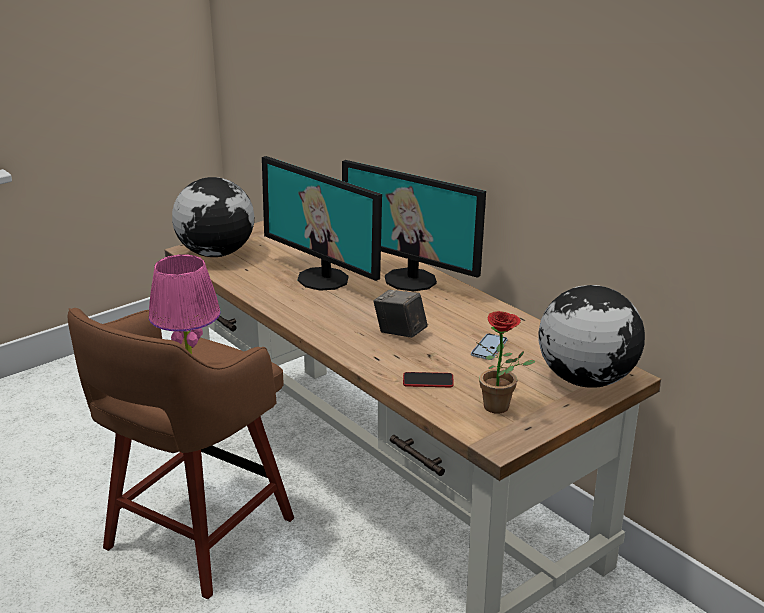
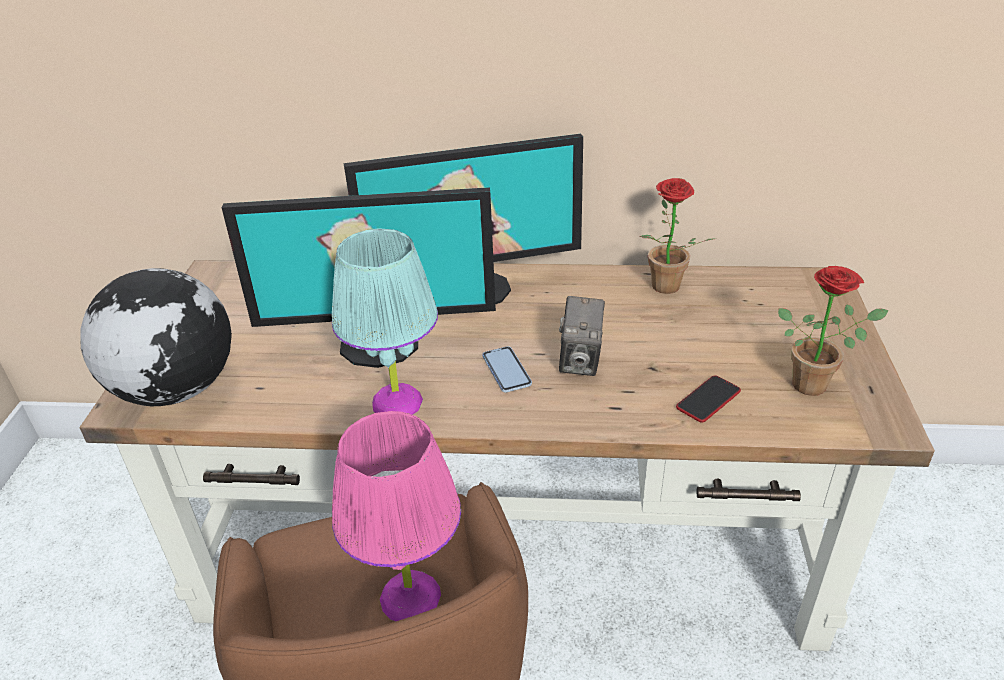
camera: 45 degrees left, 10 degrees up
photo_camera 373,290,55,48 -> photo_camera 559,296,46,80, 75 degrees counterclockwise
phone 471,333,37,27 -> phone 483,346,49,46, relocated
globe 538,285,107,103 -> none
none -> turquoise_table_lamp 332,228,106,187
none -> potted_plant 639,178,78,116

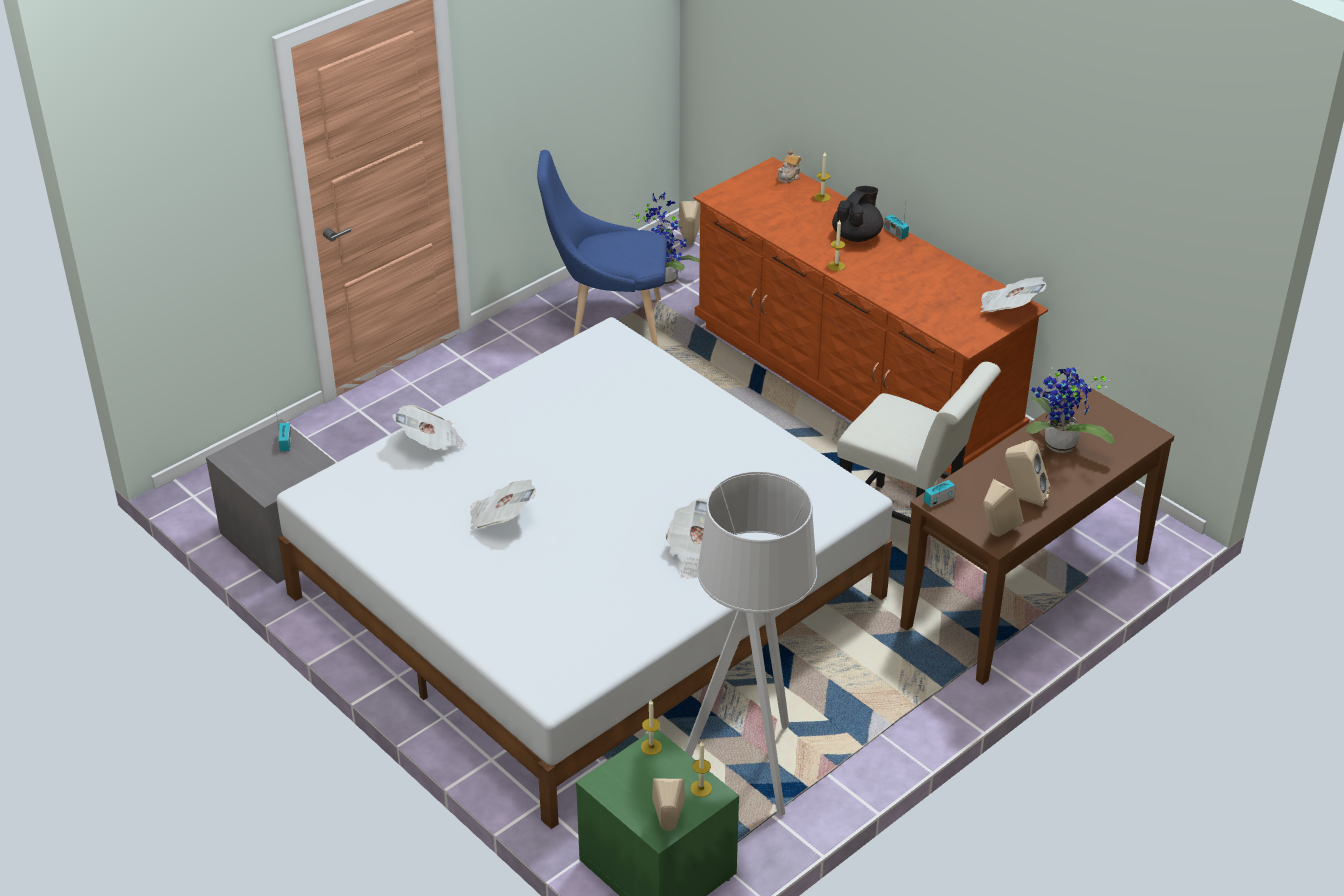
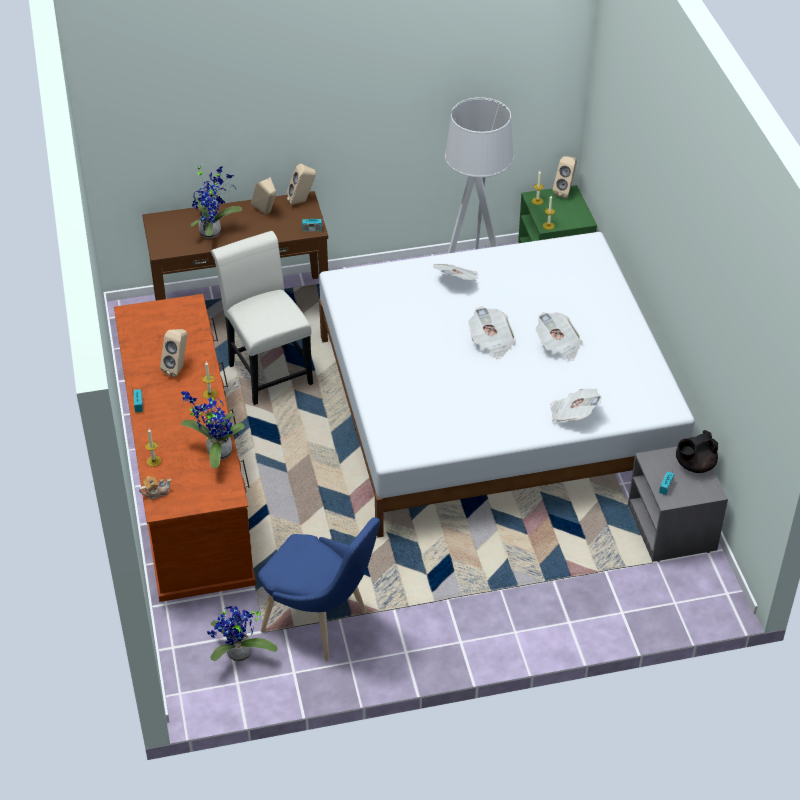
camera: 150 degrees left, 5 degrees up
beige_speaker 678,201,22,43 -> beige_speaker 160,329,27,48, relocated
black_teapot 832,186,51,56 -> black_teapot 676,430,42,43, relocated
newspaper 981,277,65,35 -> newspaper 468,307,48,52, relocated
none -> potted_plant 181,391,64,77

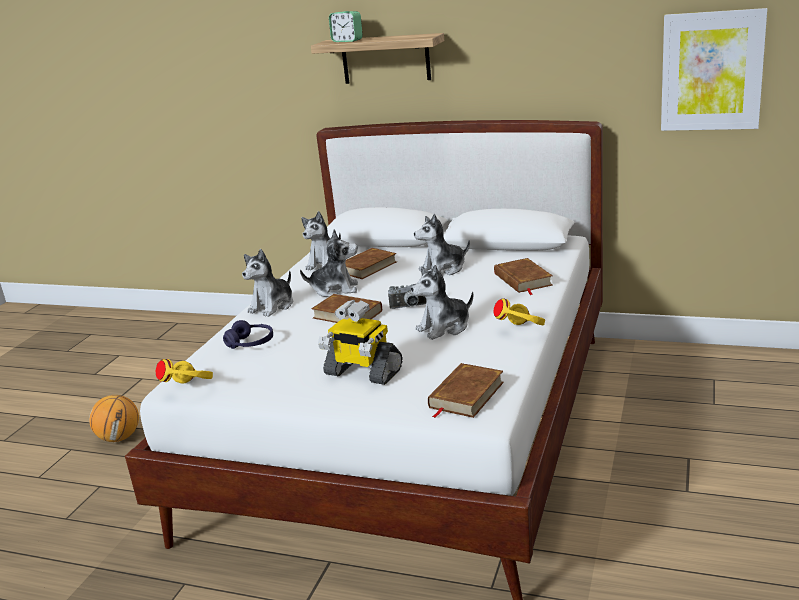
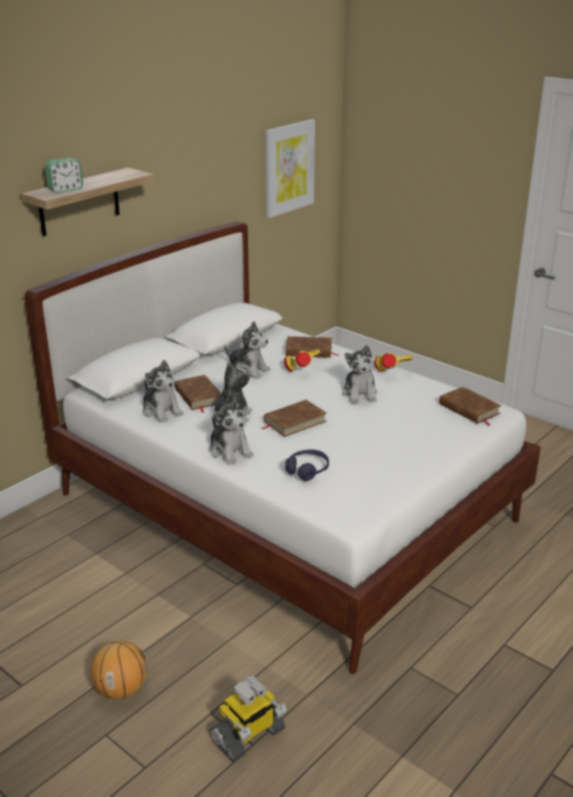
camera: 70 degrees left, 5 degrees up
yellow_headphones 156,359,57,25 -> yellow_headphones 284,349,36,22, relocated
toy_robot 318,300,85,85 -> toy_robot 210,676,77,86, relocated
photo_camera 388,284,38,25 -> none
plush_toy 414,214,56,61 -> plush_toy 224,321,46,58, 60 degrees counterclockwise

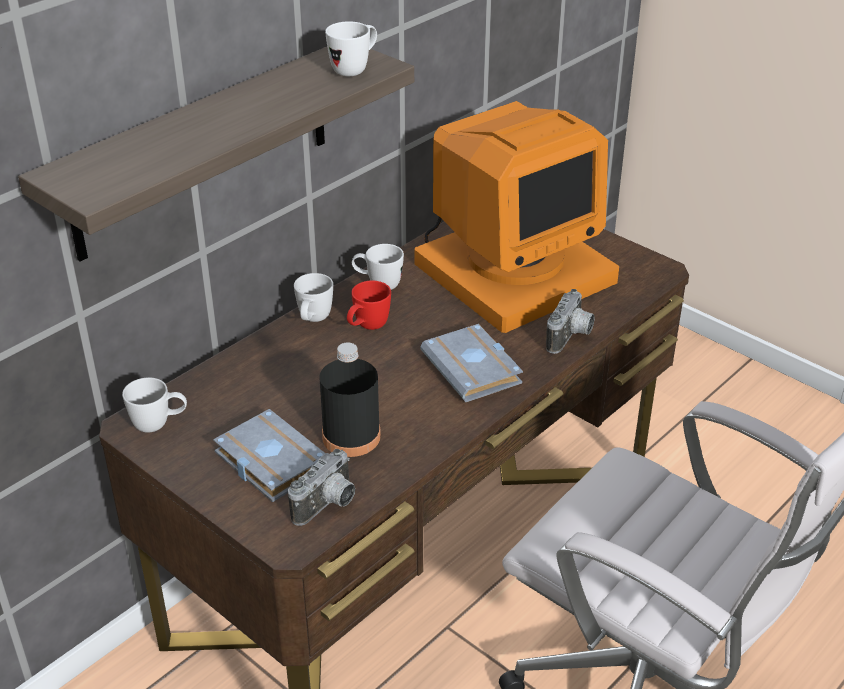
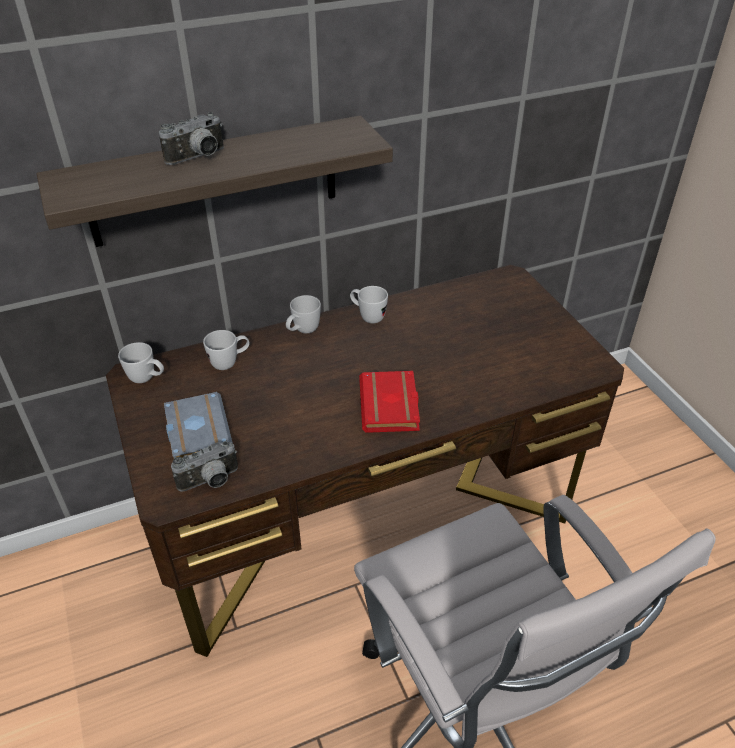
camera: 25 degrees right, 5 degrees up
black_bottle 319,343,62,114 -> none
white_mug 325,21,52,55 -> white_mug 203,330,46,40, relocated
red_mug 347,280,44,50 -> none
monitor 415,101,204,232 -> none
grey_book 420,324,103,78 -> red_book 359,371,61,62
photo_camera 546,289,49,65 -> photo_camera 159,112,65,53, relocated

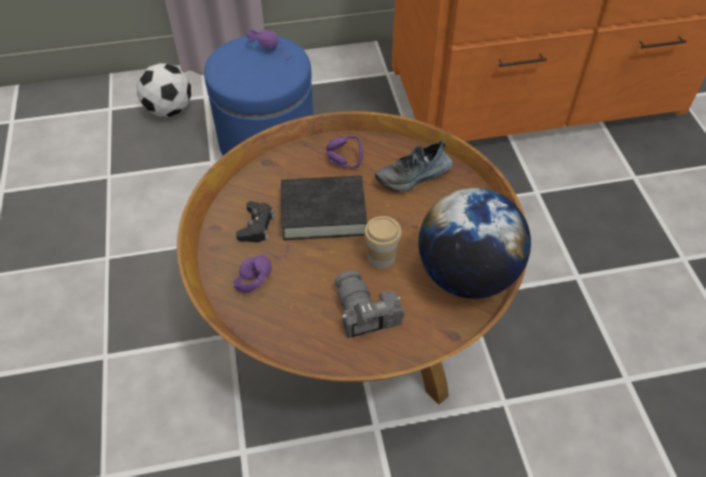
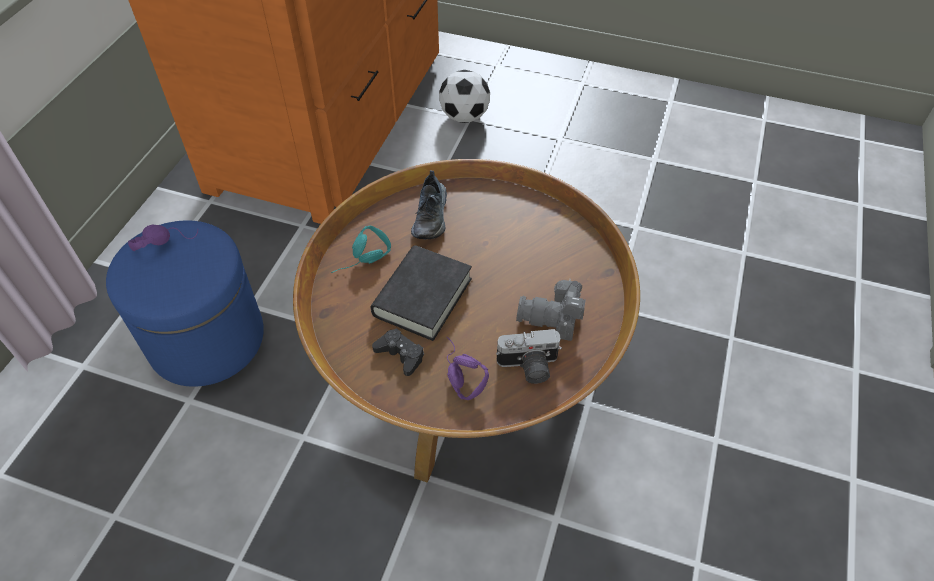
camera: 60 degrees left, 0 degrees up
football 137,63,54,54 -> football 439,70,51,53, relocated
purple_headphones 303,135,60,34 -> turquoise_headphones 331,226,60,47
cup 364,216,38,53 -> none
globe 418,188,113,111 -> none
none -> photo_camera 496,329,66,55

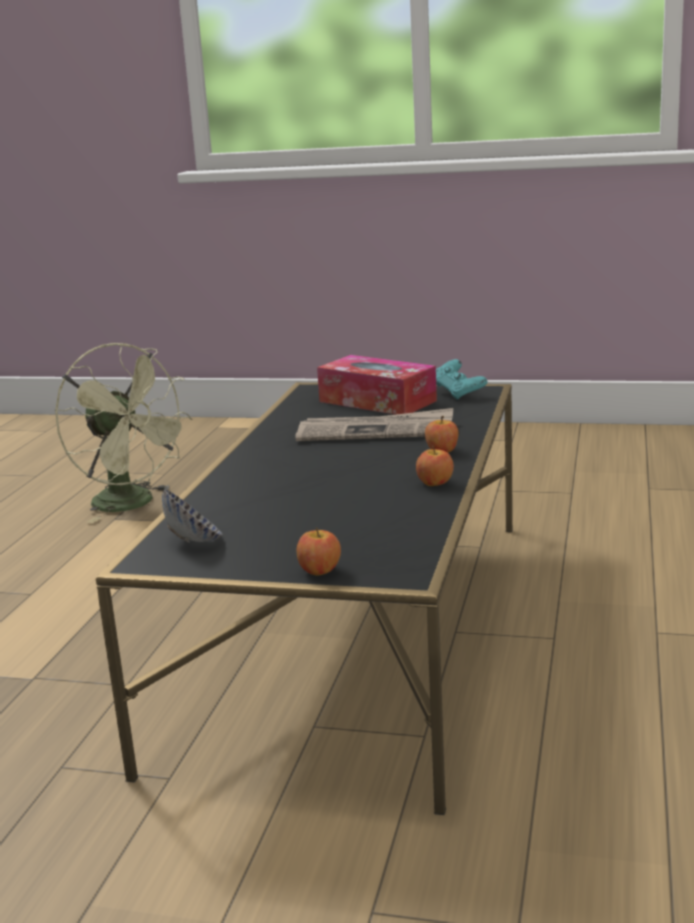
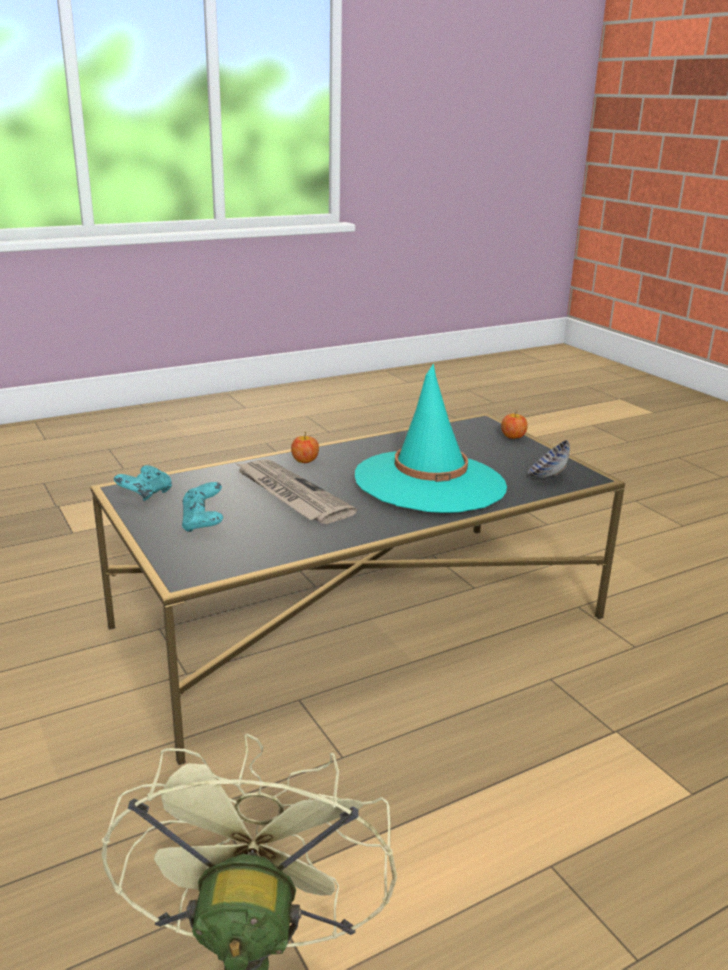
camera: 135 degrees left, 5 degrees up
tissue_box 317,355,120,60 -> turquoise_game_controller 182,482,41,50
apple 416,446,38,40 -> none
none -> turquoise_hat 355,363,152,150

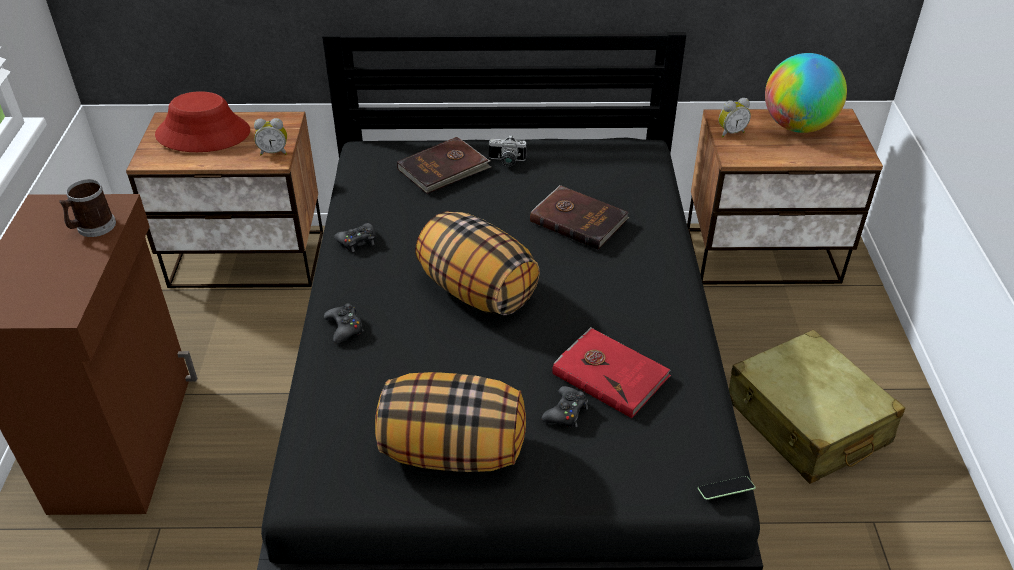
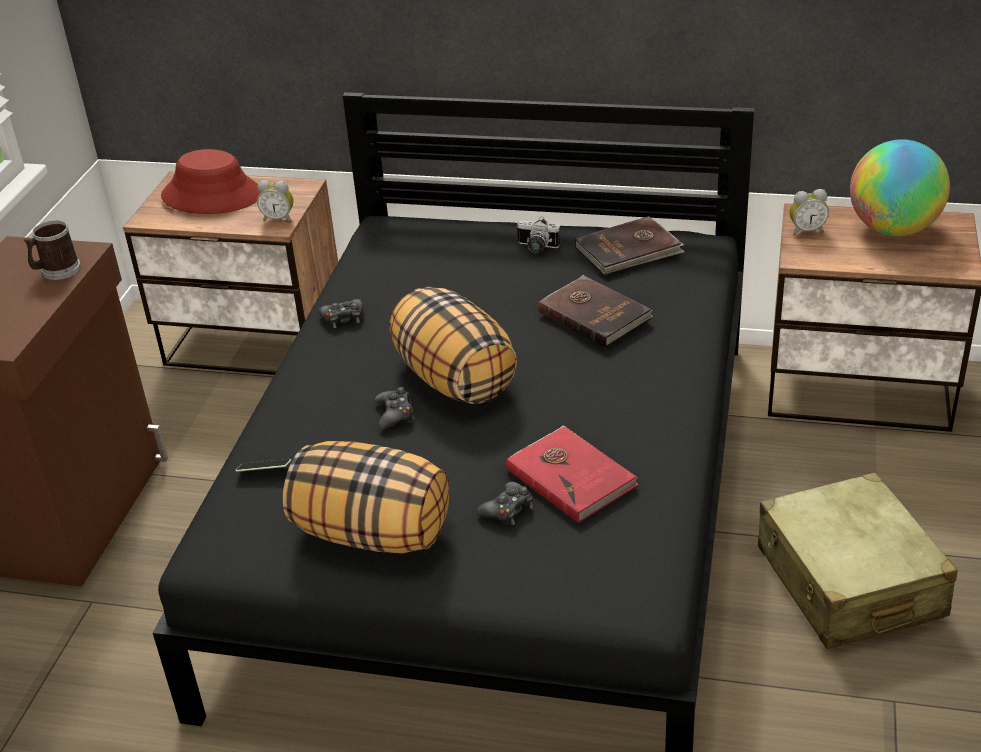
camera: 15 degrees right, 5 degrees down
black_game_controller 324,303,40,41 -> black_game_controller 375,387,40,42, relocated
brown_book 397,137,94,57 -> brown_book 575,216,109,60, relocated
phone 698,476,58,24 -> phone 235,459,56,13, relocated

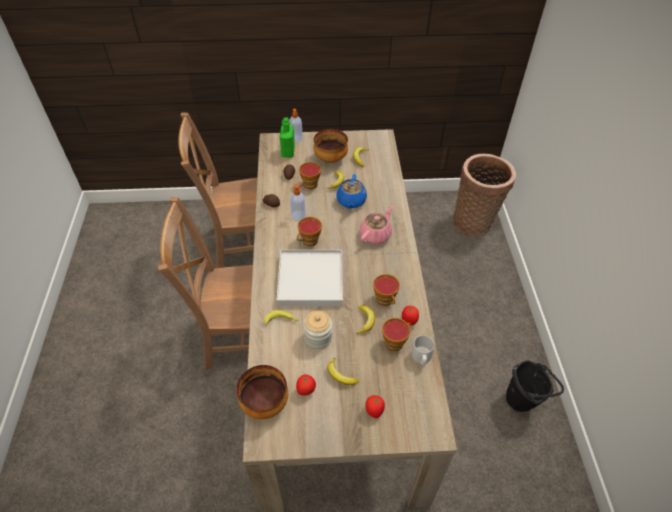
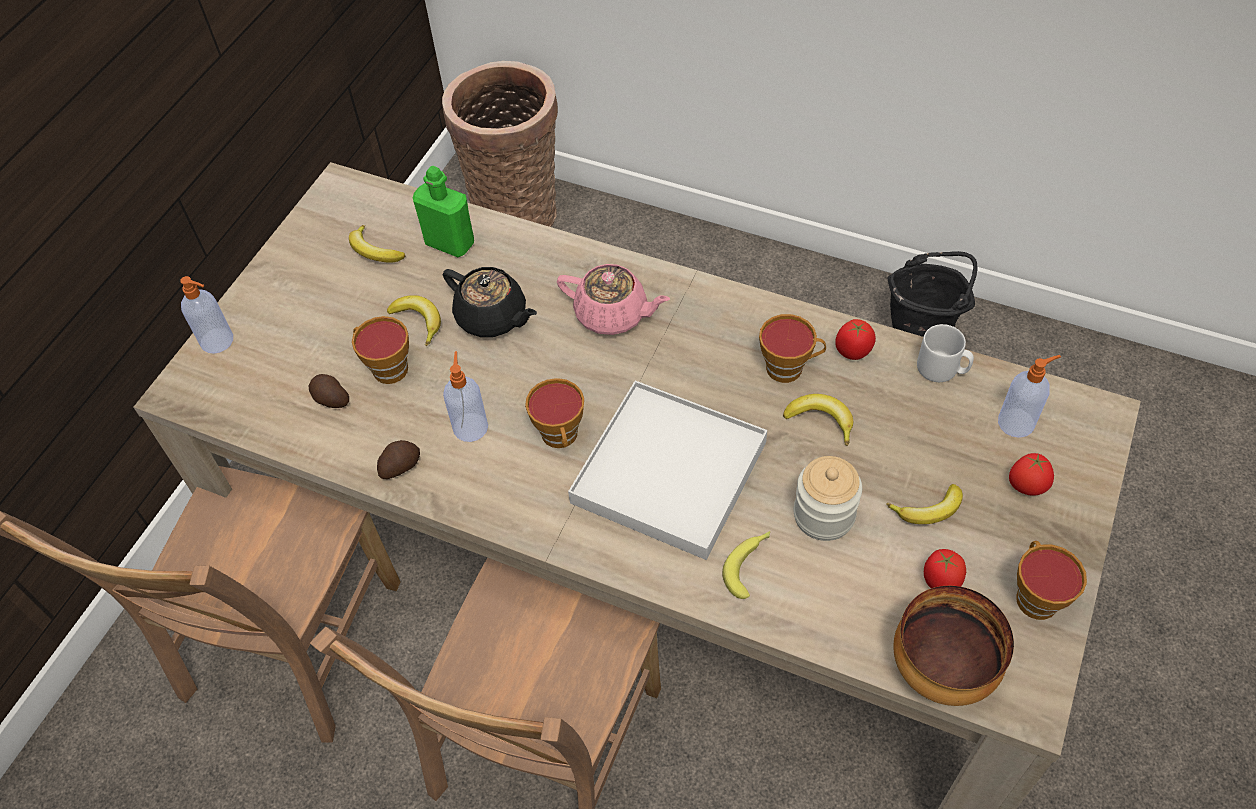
camera: 60 degrees left, 5 degrees up
green_bottle 280,118,15,40 -> green_bottle 413,166,61,91, relocated
bowl 313,129,35,34 -> none
blue_teapot 336,174,31,35 -> black_teapot 443,267,94,70
pink_teapot 360,206,33,38 -> pink_teapot 557,264,113,71, 135 degrees clockwise
cup 382,318,29,33 -> cup 1016,541,71,79, relocated
none -> soap_dispenser 998,355,63,83

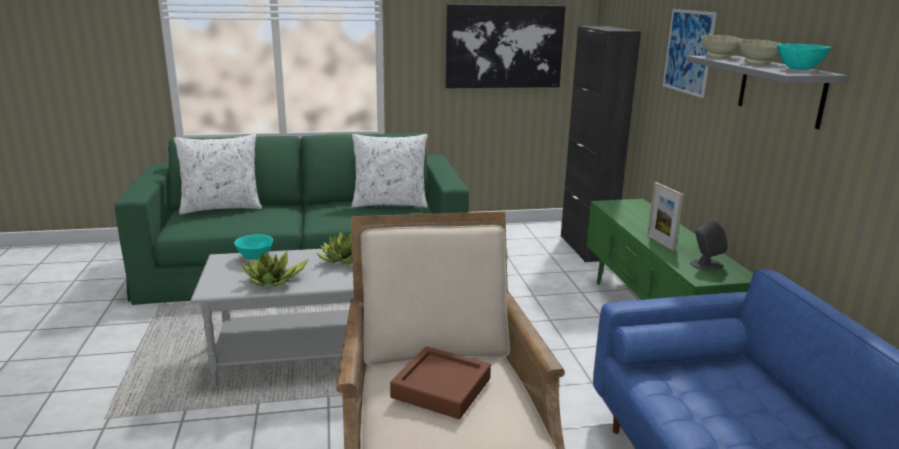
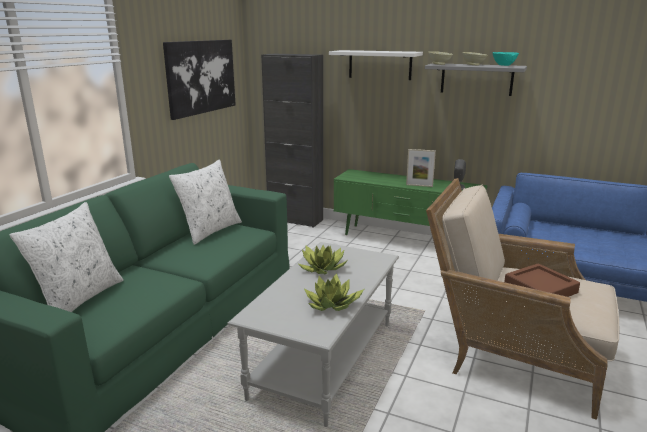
camera: 55 degrees left, 0 degrees up
turquoise_bowl 234,234,39,26 -> none
picture 663,9,54,89 -> white_shelf 329,50,94,30

